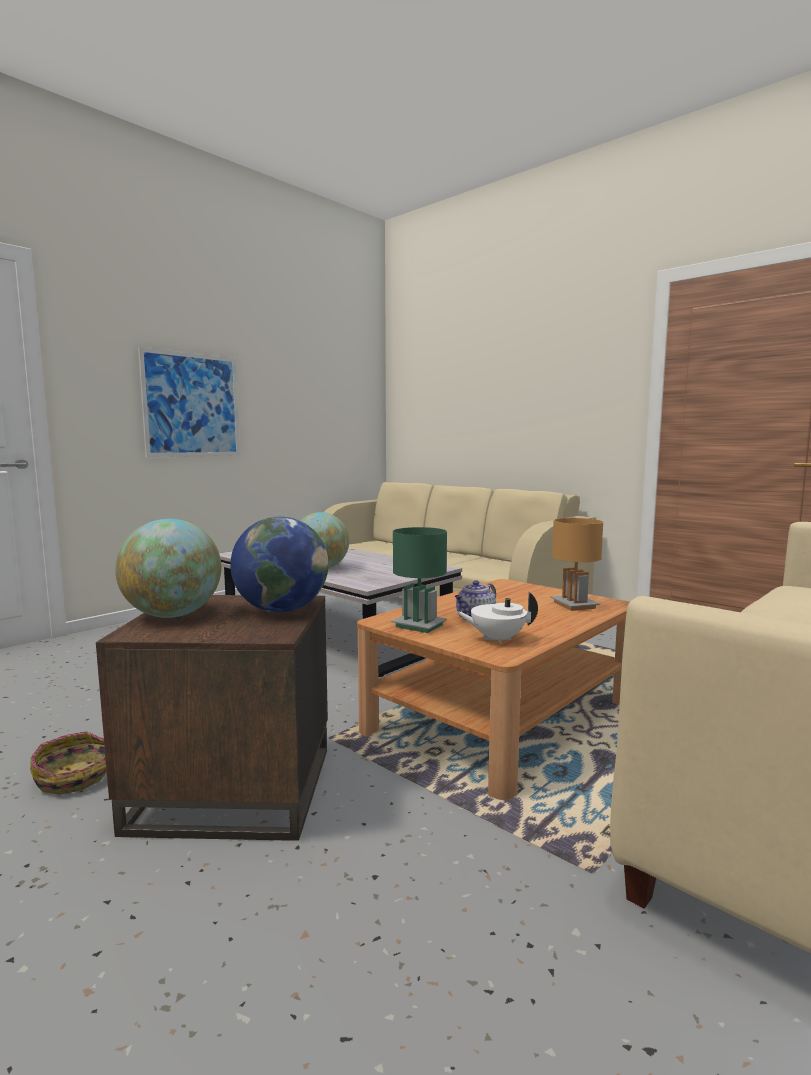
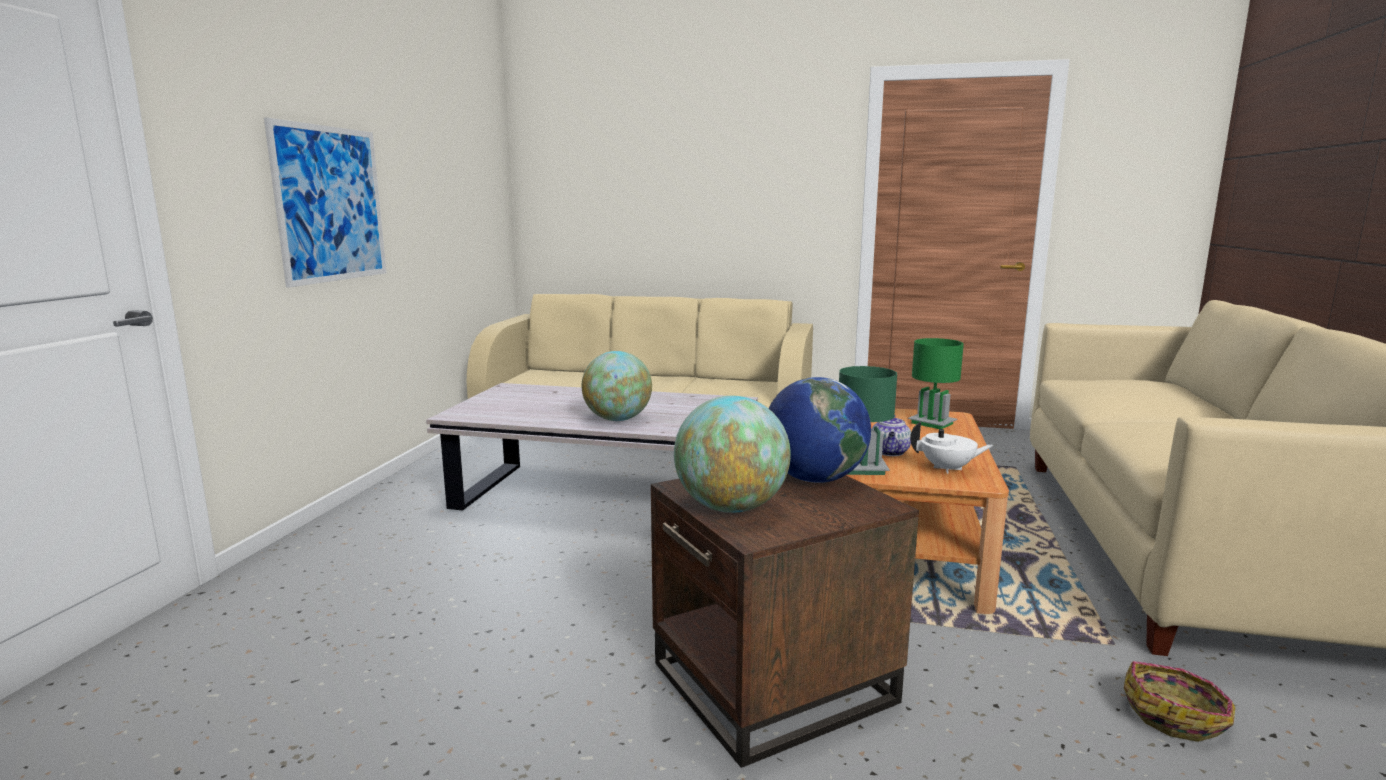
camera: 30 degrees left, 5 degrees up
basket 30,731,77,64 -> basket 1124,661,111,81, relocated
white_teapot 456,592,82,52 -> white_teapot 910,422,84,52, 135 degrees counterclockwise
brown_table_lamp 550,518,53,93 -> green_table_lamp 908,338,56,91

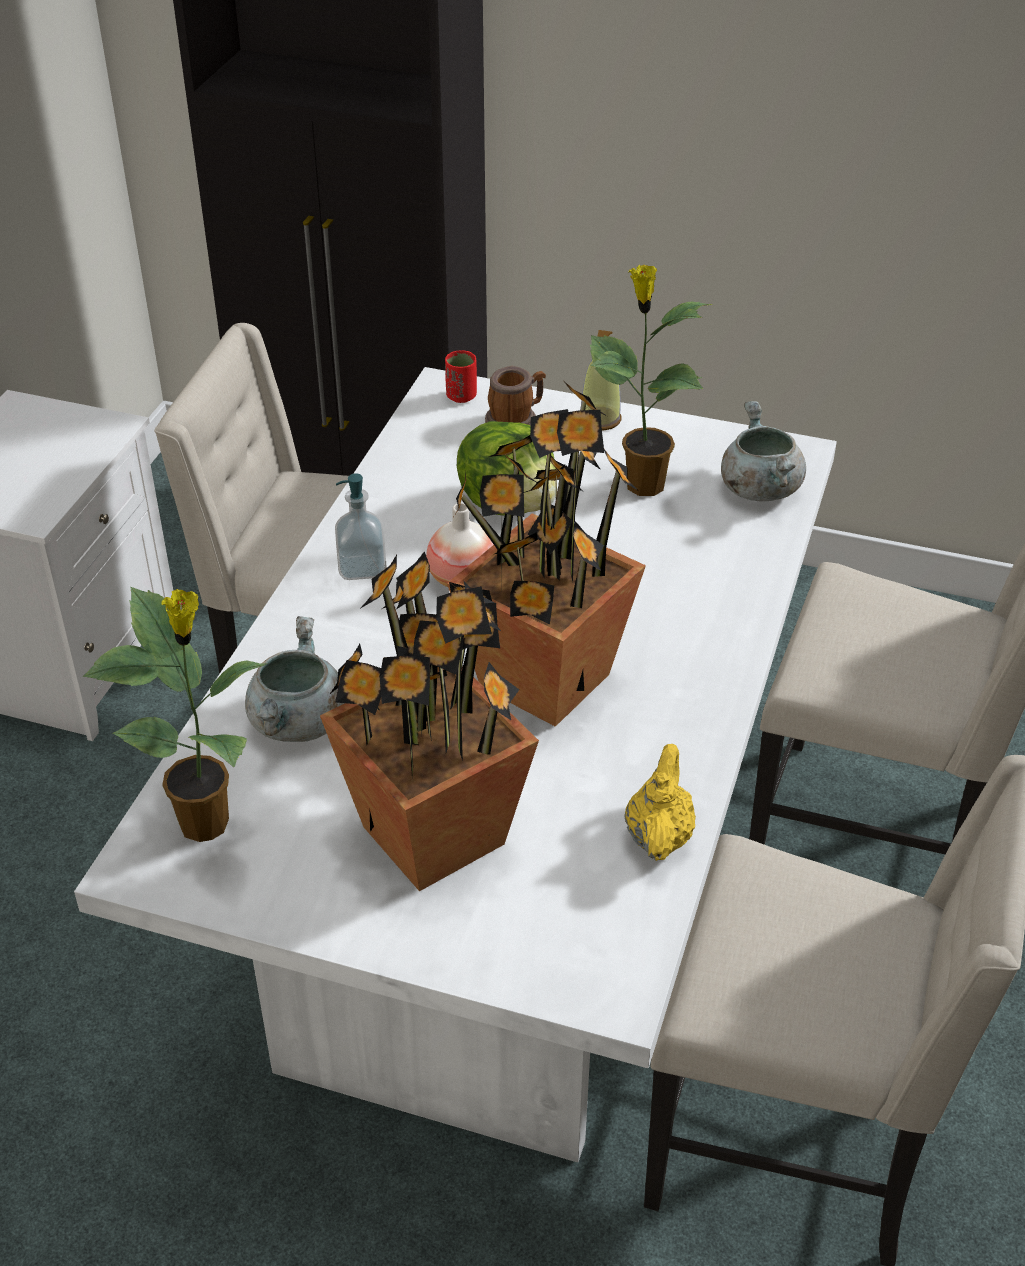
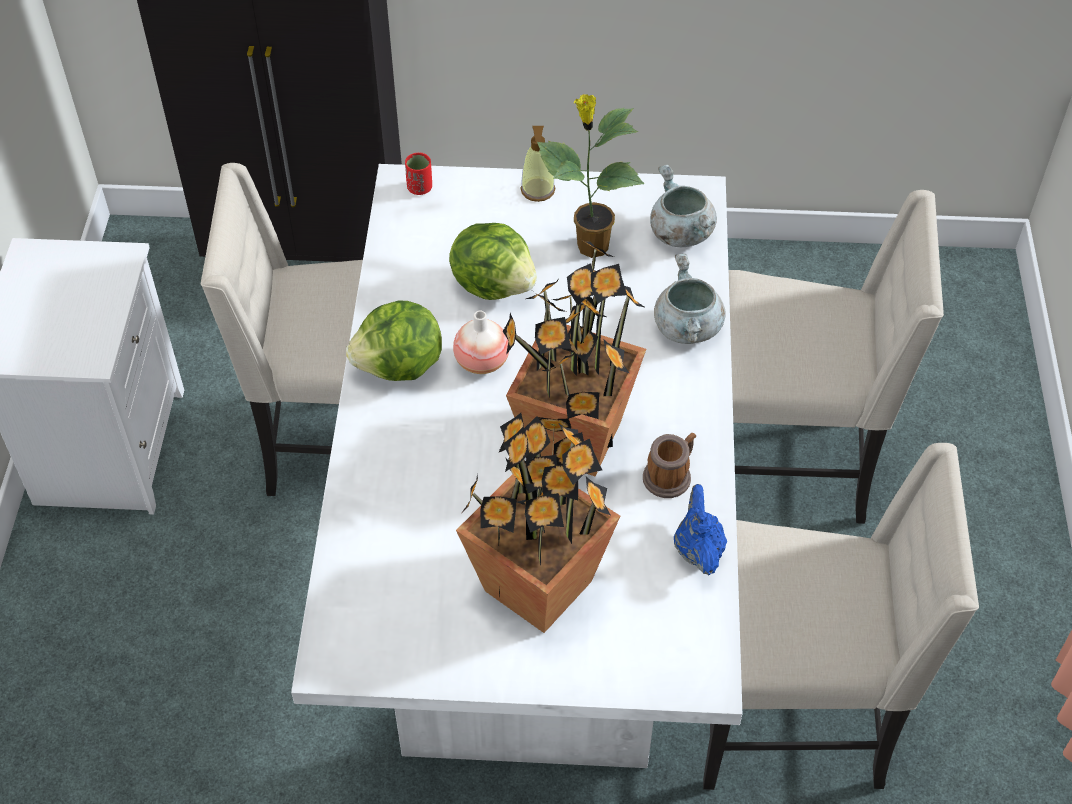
camera: 15 degrees left, 10 degrees up
potted_plant 82,587,184,255 -> none
grey_cooking_pot 245,616,100,126 -> grey_cooking_pot 654,254,71,90, relocated
soap_dispenser 335,473,52,107 -> lettuce 346,300,96,81
mug 485,366,61,59 -> mug 643,433,53,65, relocated
yellow_teapot 625,744,71,117 -> blue_teapot 674,484,53,91

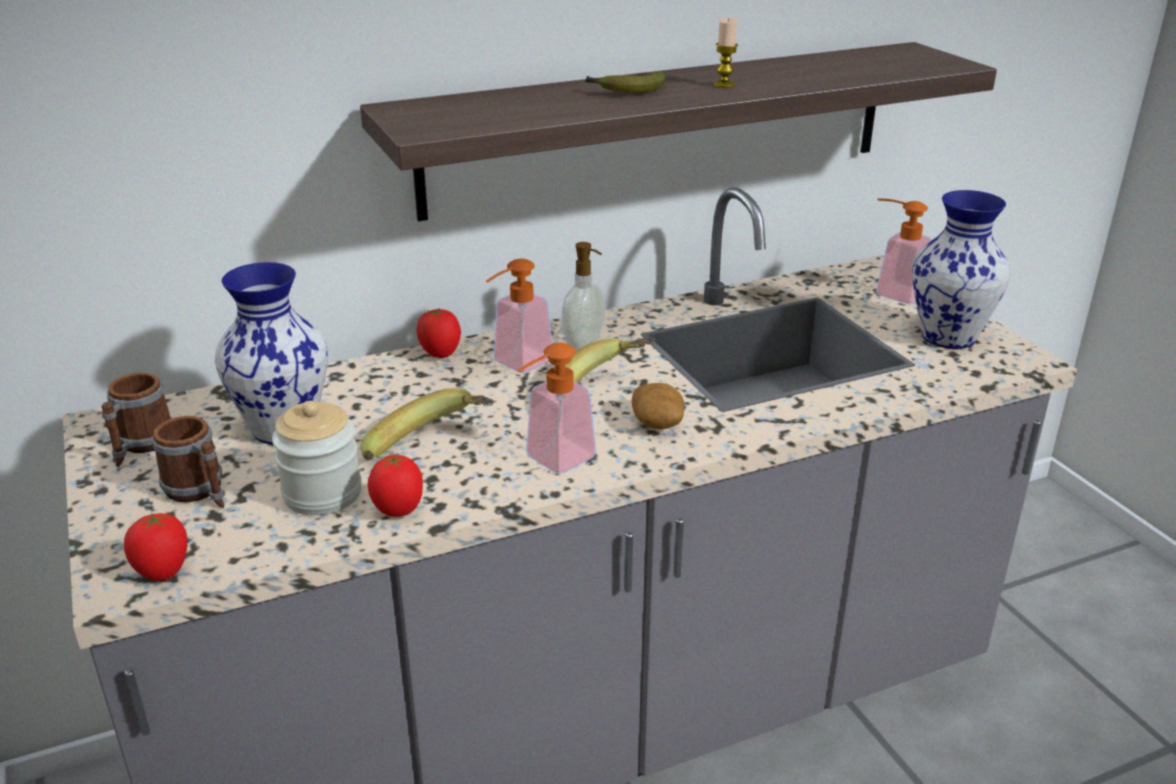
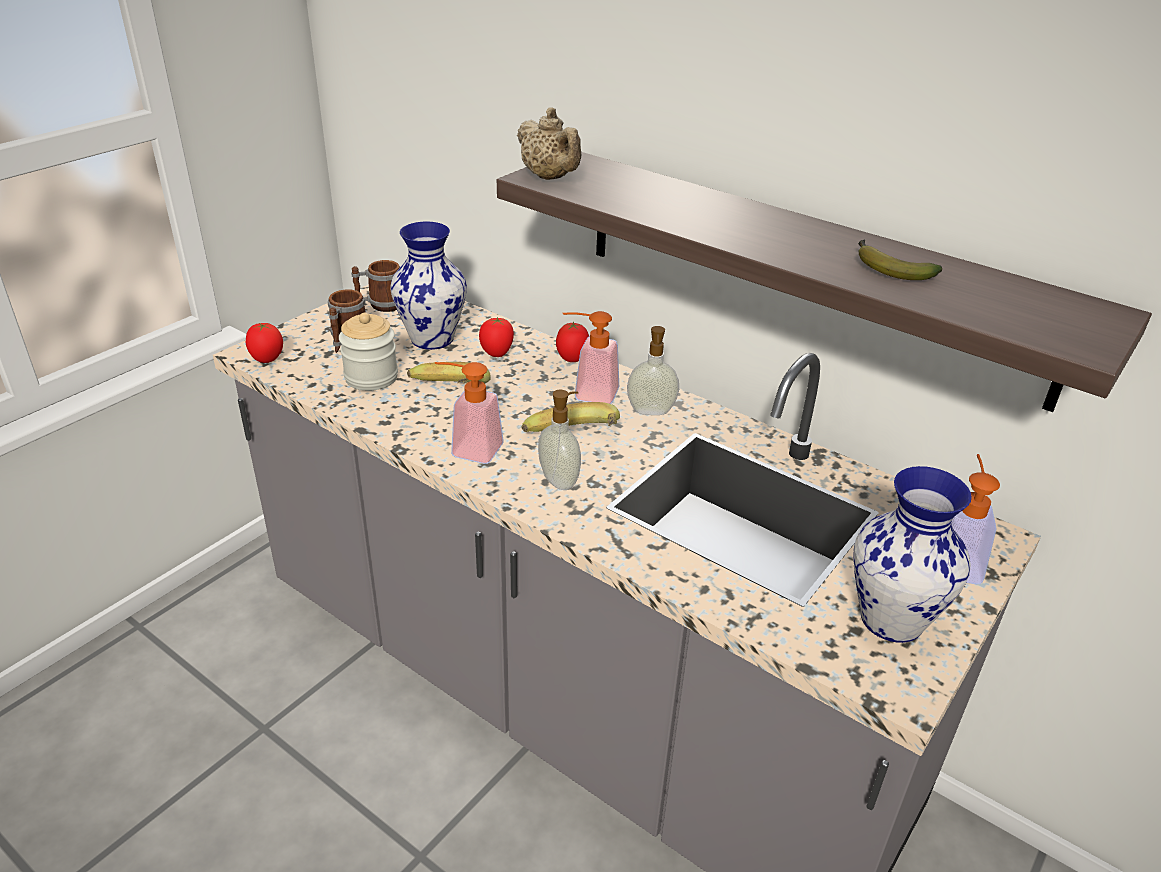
camera: 60 degrees right, 5 degrees up
tomato 368,453,55,64 -> tomato 479,317,35,40, relocated
banana 585,71,81,22 -> banana 858,239,84,41, relocated
potato 632,383,52,46 -> soap_dispenser 538,390,43,100
candle 714,18,24,70 -> none
none -> beige_teapot 517,107,64,73

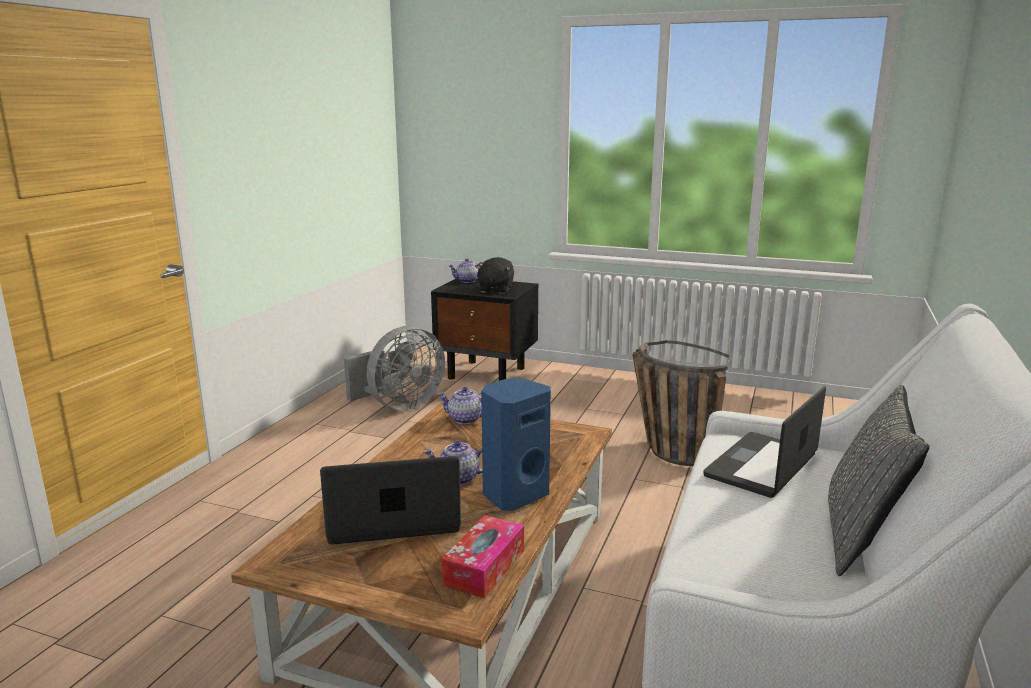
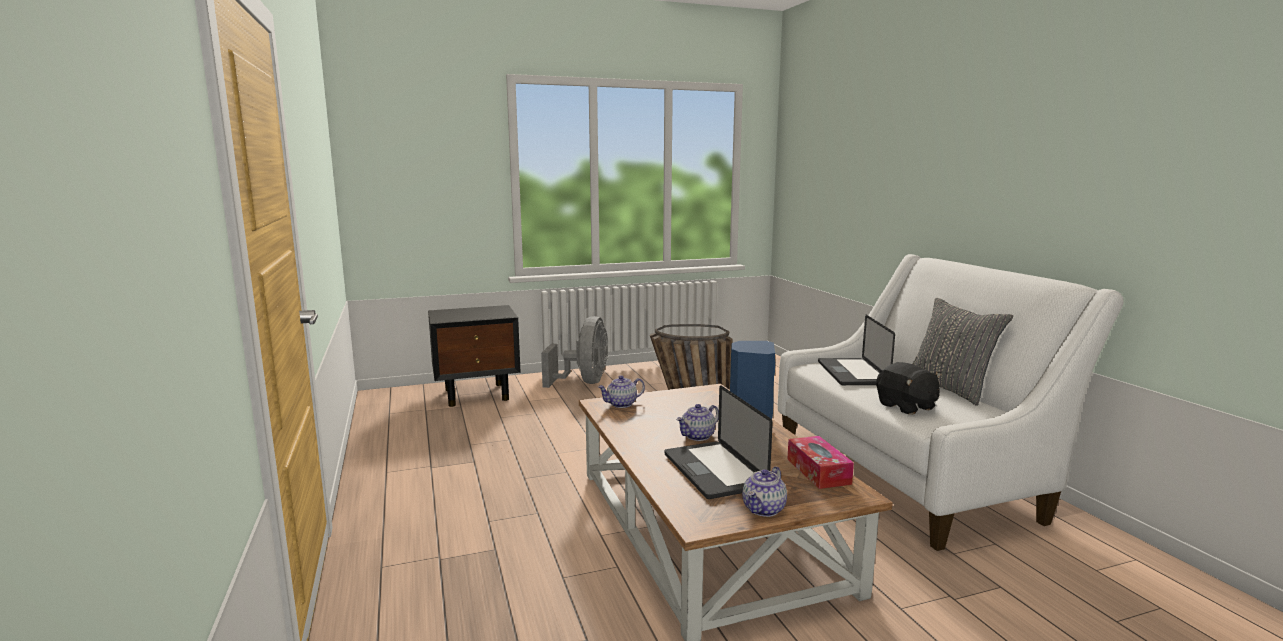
camera: 40 degrees left, 5 degrees down
laptop 320,456,141,88 -> laptop 664,385,109,114, 60 degrees counterclockwise
grey_fan 344,325,101,85 -> grey_fan 541,316,67,72, relocated
teapot 449,258,34,25 -> teapot 742,466,45,51, relocated
black_plush_toy 475,257,39,37 -> black_plush_toy 876,362,65,53, relocated

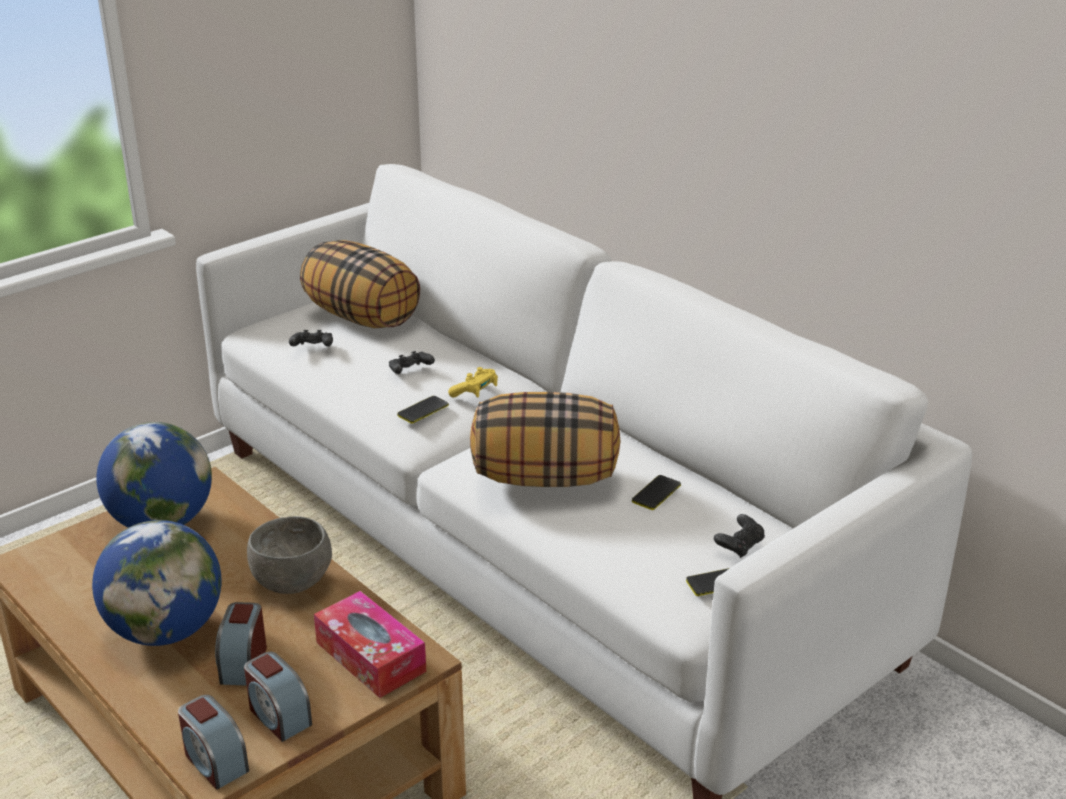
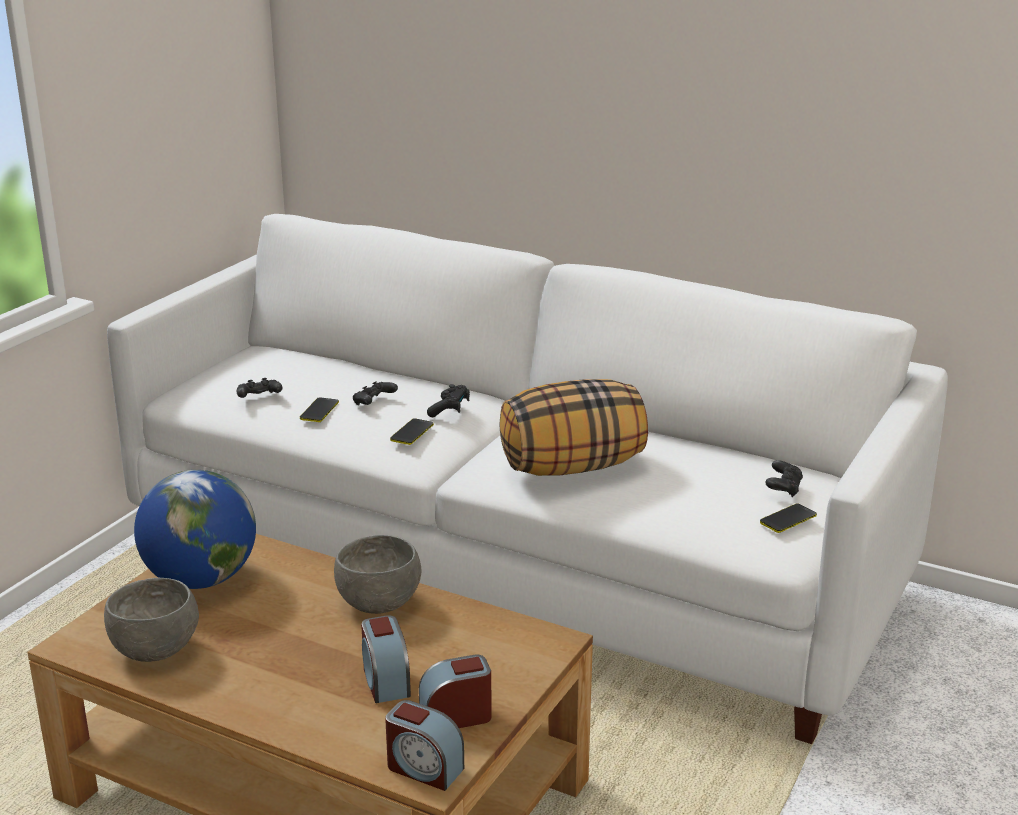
camera: 20 degrees left, 5 degrees down
globe 92,520,130,126 -> none
alarm_clock 244,652,68,90 -> alarm_clock 419,654,73,74, 135 degrees clockwise
pillow 300,240,120,88 -> none
tissue_box 314,591,112,107 -> none
yellow_game_controller 448,367,50,30 -> black_game_controller 427,384,43,33
phone 632,475,49,35 -> phone 300,397,39,25, relocated
none -> grey_bowl 104,578,95,84

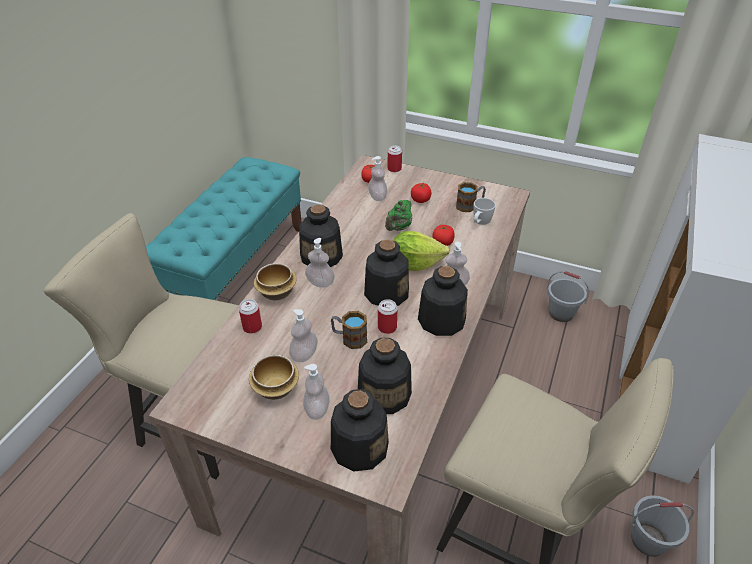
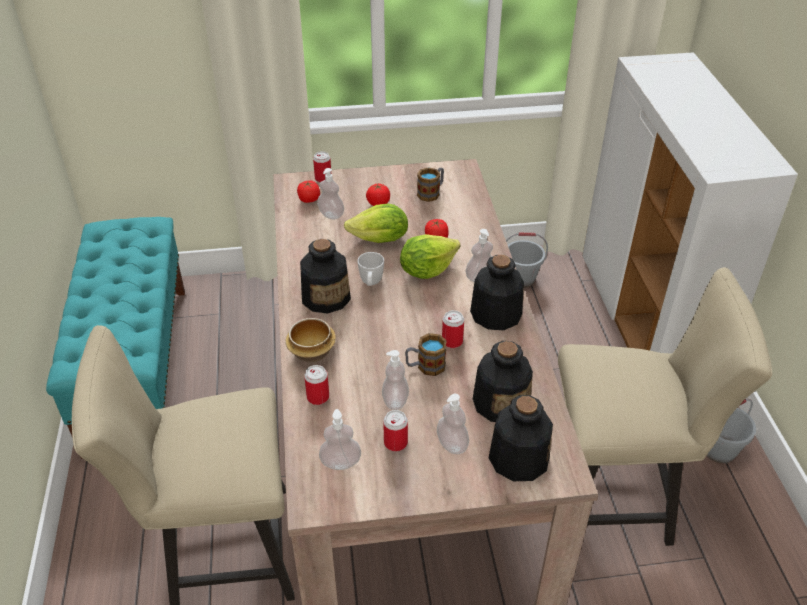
camera: 30 degrees left, 0 degrees up
bowl 249,355,50,45 -> can 383,410,25,41
soap_dispenser 305,238,30,50 -> soap_dispenser 319,409,42,61, relocated
bottle 364,240,45,66 -> none
green_teapot 385,200,27,31 -> lettuce 344,204,64,39
white_mug 473,198,23,27 -> white_mug 357,252,27,34, relocated

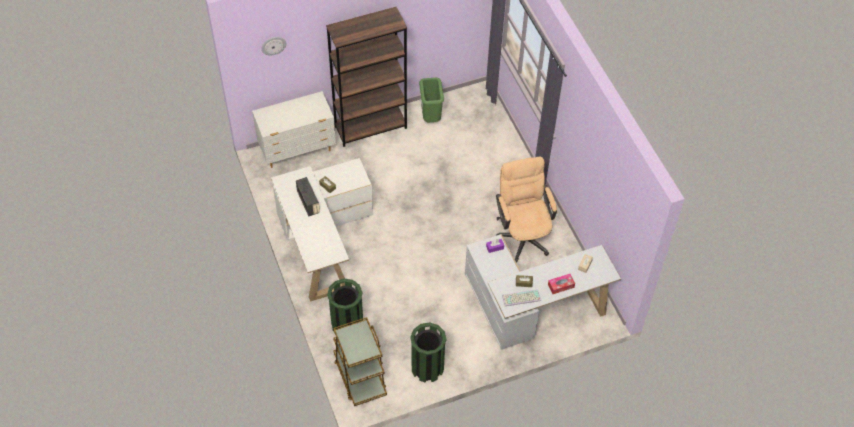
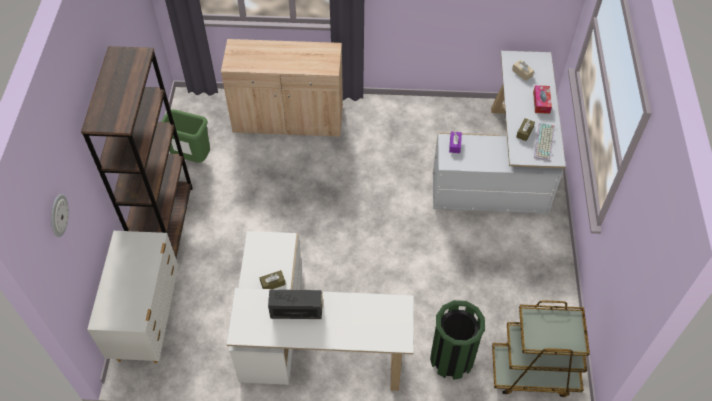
camera: 65 degrees left, 0 degrees up
green_trash_can 410,322,37,61 -> none
beige_office_chair 496,156,61,106 -> none
none -> beige_cabinet 221,39,122,98

